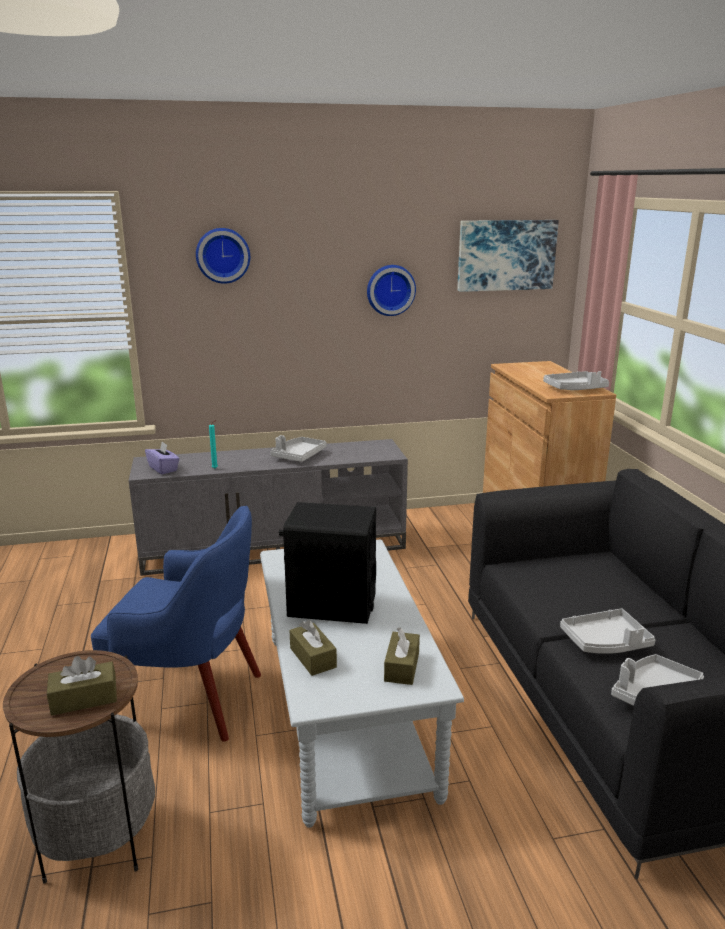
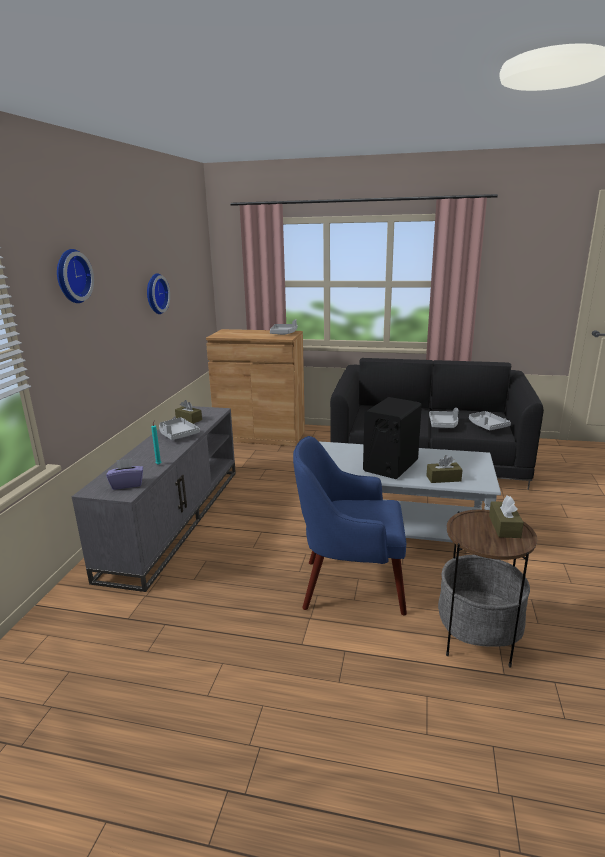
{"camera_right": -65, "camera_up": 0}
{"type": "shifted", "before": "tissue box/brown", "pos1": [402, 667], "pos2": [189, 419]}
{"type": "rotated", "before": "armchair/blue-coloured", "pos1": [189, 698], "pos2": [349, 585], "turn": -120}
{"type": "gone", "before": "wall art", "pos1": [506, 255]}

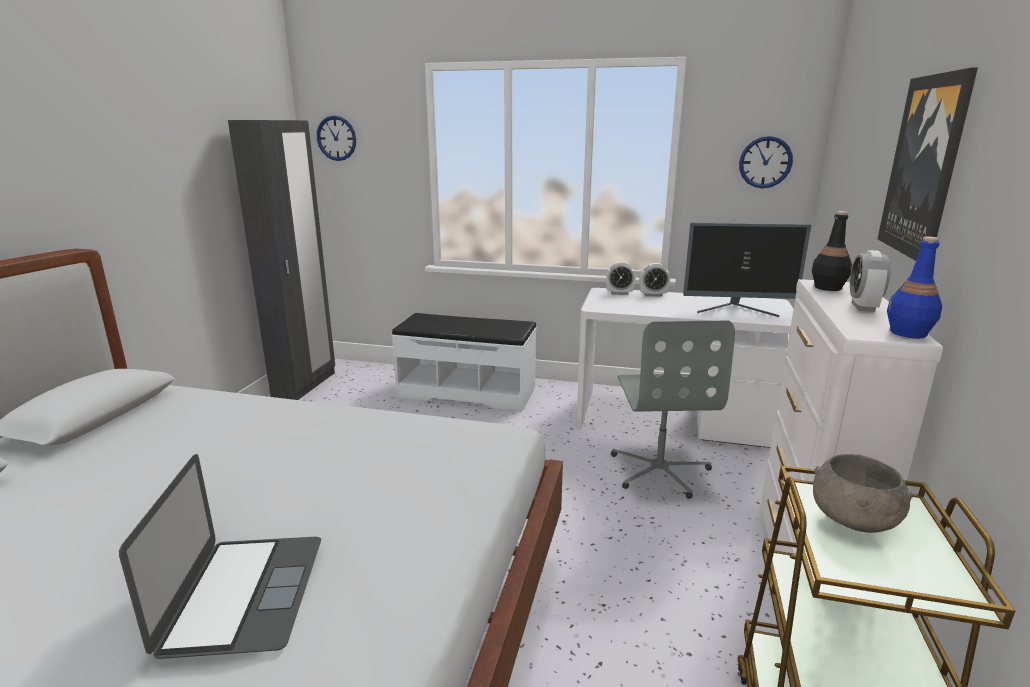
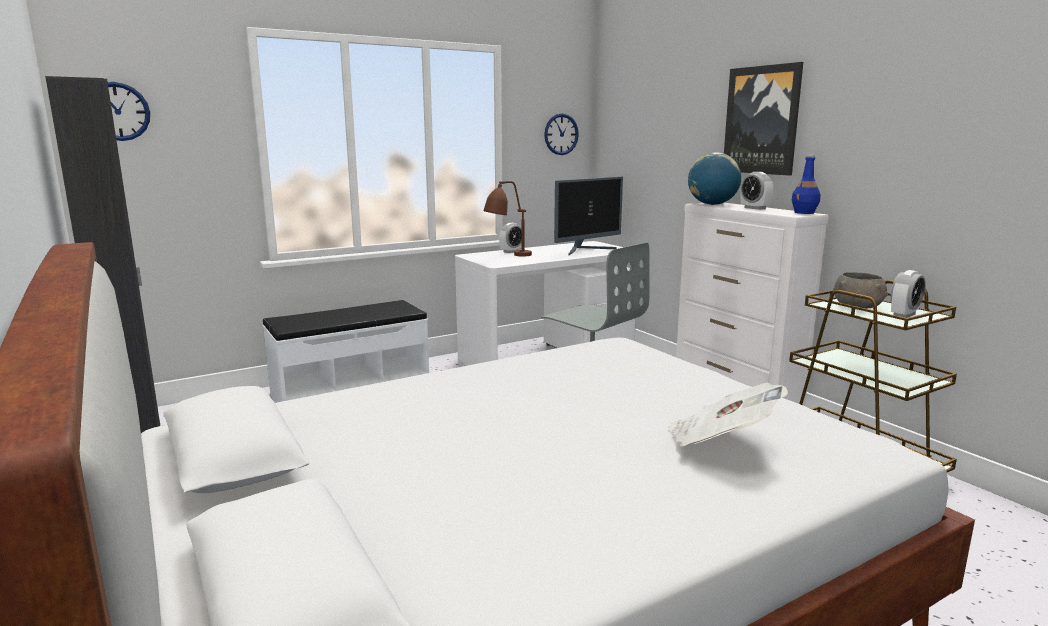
{"camera_right": -45, "camera_up": -5}
{"type": "new", "after": "lamp for a table/brown", "pos2": [507, 257]}
{"type": "swapped", "before": "notebook computer", "after": "daily paper", "pos1": [244, 593], "pos2": [720, 441]}
{"type": "swapped", "before": "beverage bottle/black", "after": "world globe", "pos1": [828, 287], "pos2": [712, 204]}
{"type": "shifted", "before": "alarm clock", "pos1": [619, 293], "pos2": [904, 315]}

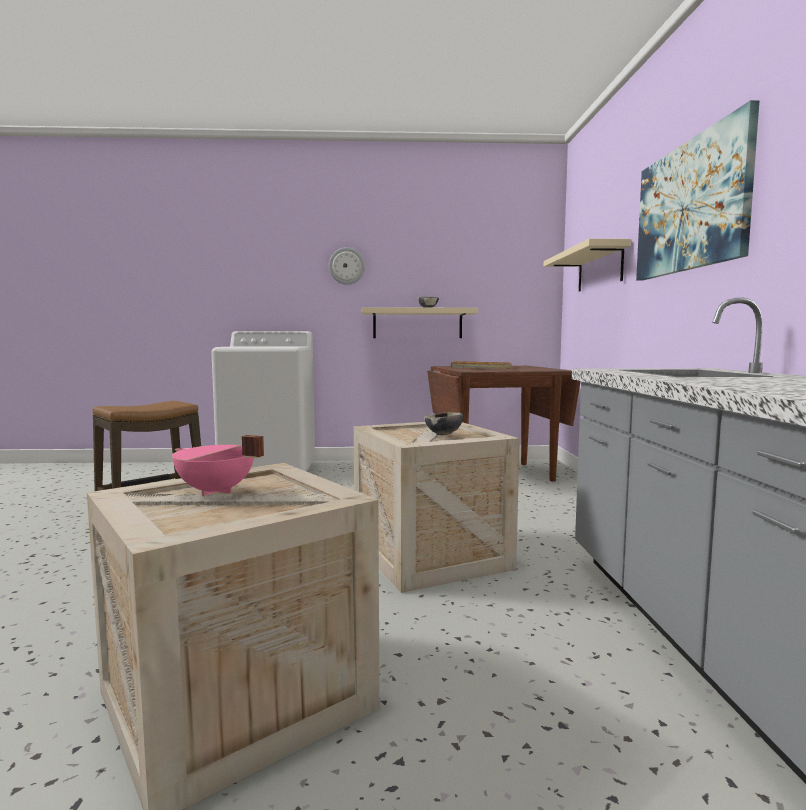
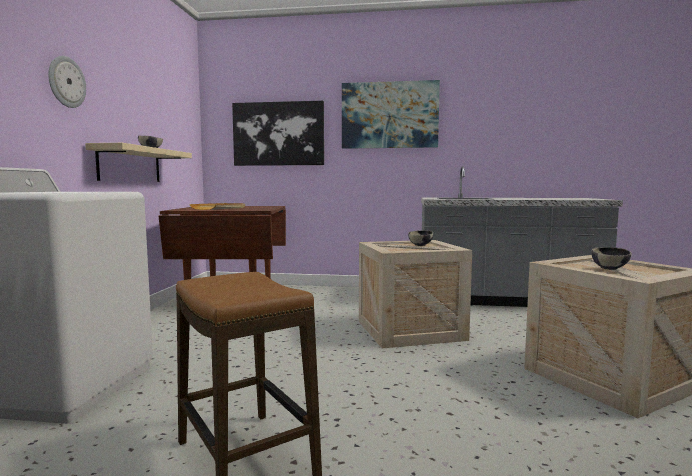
{"camera_right": -80, "camera_up": 0}
{"type": "swapped", "before": "wall shelf/beige-coloured", "after": "wall art", "pos1": [599, 269], "pos2": [278, 134]}
{"type": "swapped", "before": "saucepot/pinkish", "after": "bowl", "pos1": [215, 491], "pos2": [610, 268]}

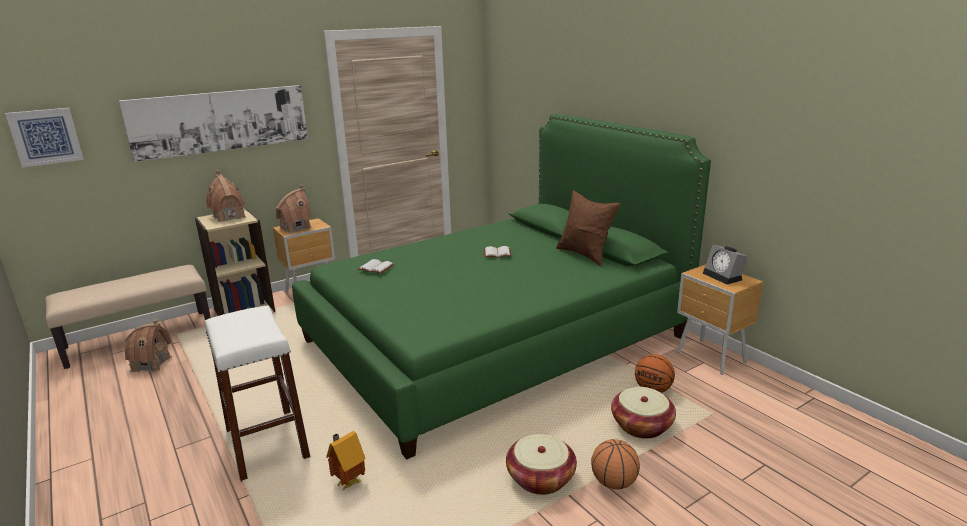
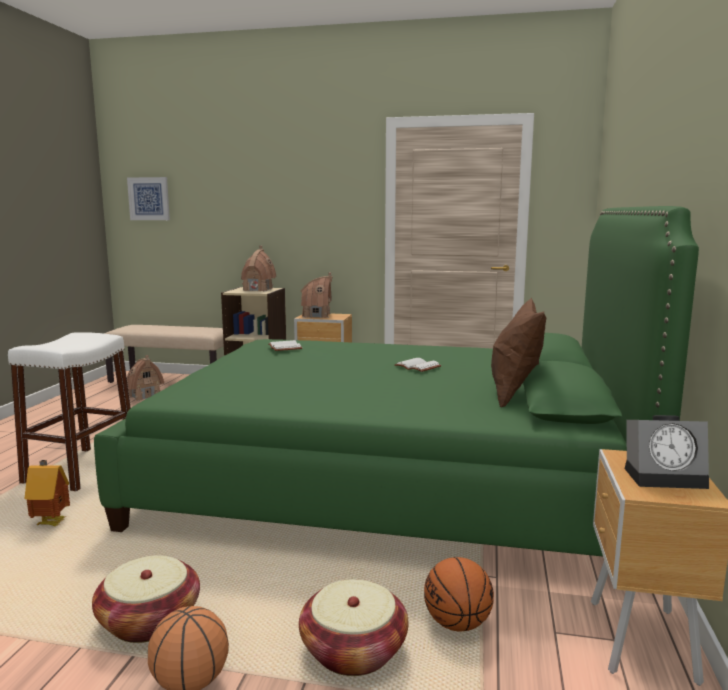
{"camera_right": 45, "camera_up": -10}
{"type": "rotated", "before": "alarm clock", "pos1": [724, 276], "pos2": [666, 476], "turn": -105}
{"type": "gone", "before": "wall art", "pos1": [220, 121]}

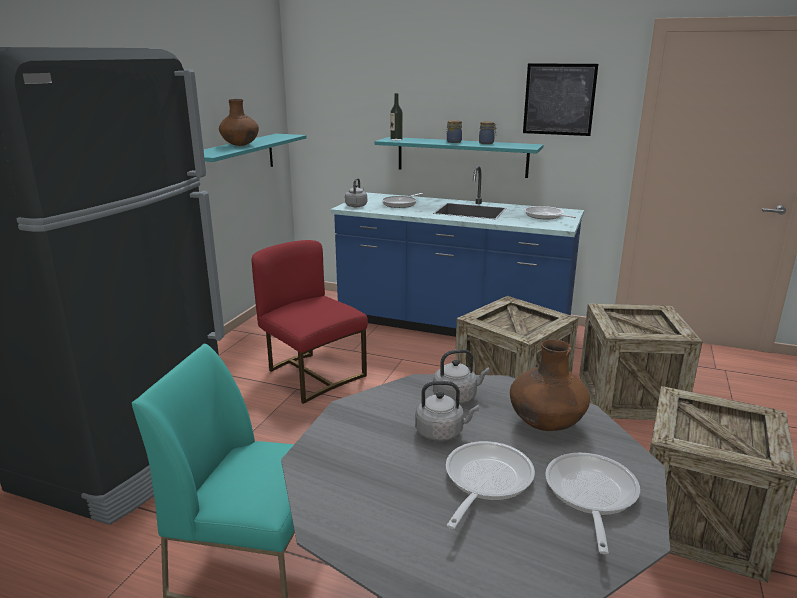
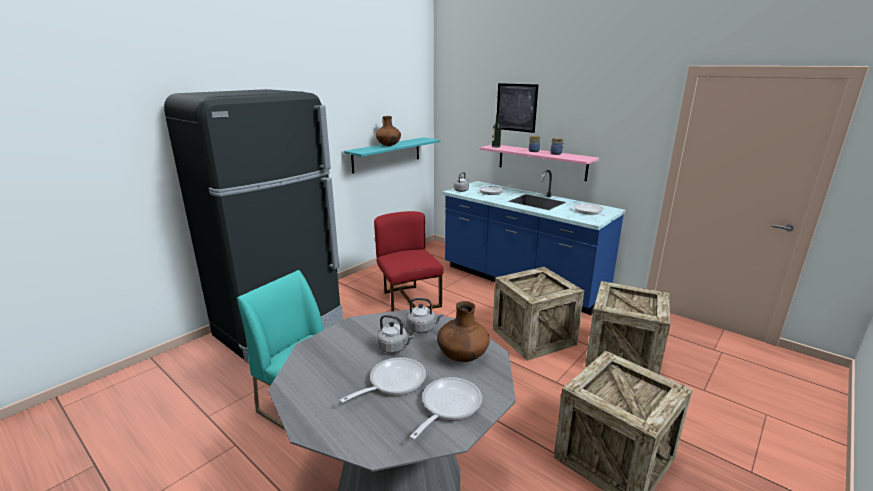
{"camera_right": 20, "camera_up": 0}
{"type": "repainted", "before": "wall shelf/blue-green", "after": "wall shelf/pinkish", "pos1": [461, 157], "pos2": [541, 162]}
{"type": "shifted", "before": "wall art", "pos1": [559, 99], "pos2": [516, 107]}

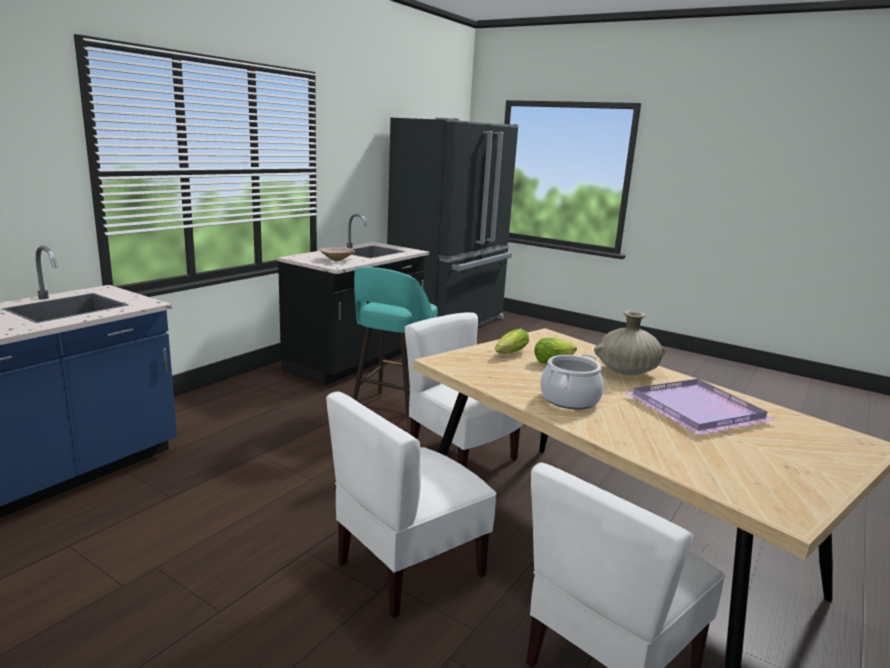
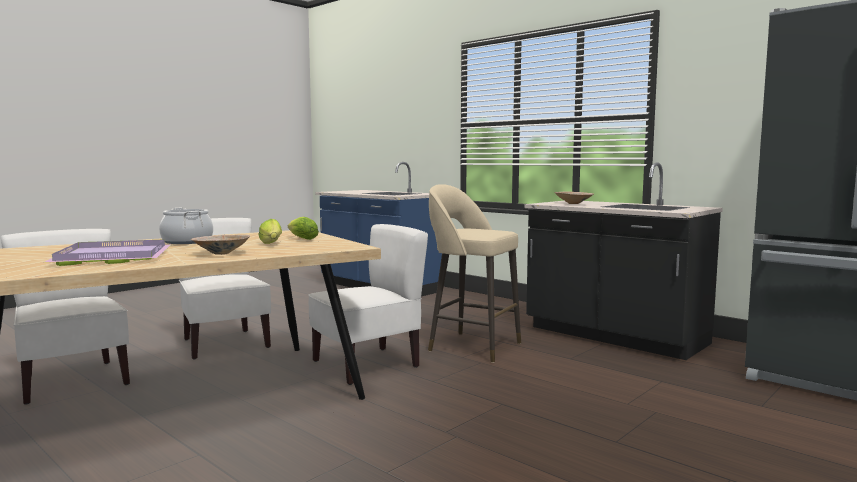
{"camera_right": 100, "camera_up": -10}
{"type": "swapped", "before": "vase/beige-coloured", "after": "bowl/beige-coloured", "pos1": [627, 372], "pos2": [221, 253]}
{"type": "repainted", "before": "stool seat/blue-green", "after": "stool seat/beige-coloured", "pos1": [392, 411], "pos2": [472, 346]}

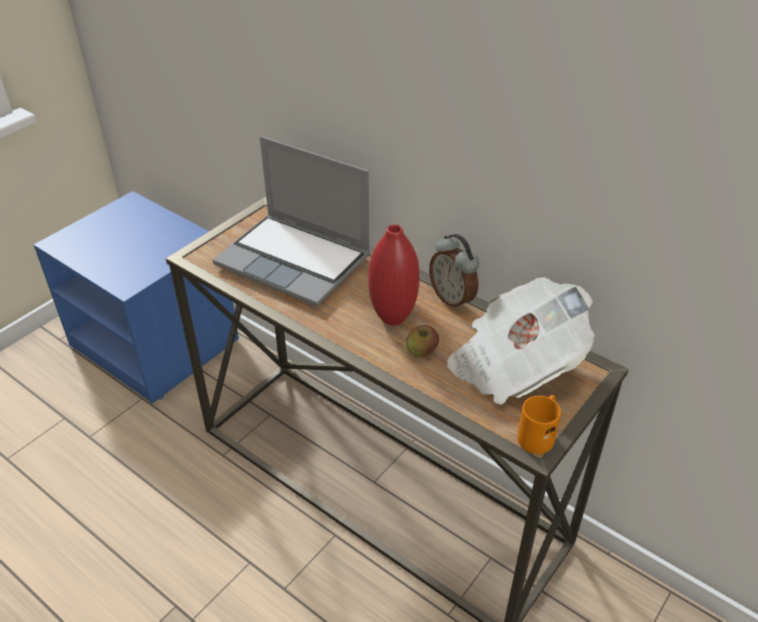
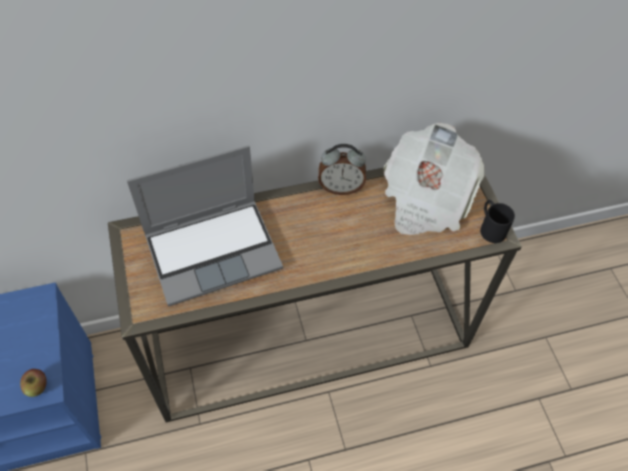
{"camera_right": -55, "camera_up": 15}
{"type": "shifted", "before": "apple", "pos1": [422, 351], "pos2": [37, 387]}
{"type": "repainted", "before": "coffee mug/orange", "after": "coffee mug/black", "pos1": [538, 434], "pos2": [490, 227]}
{"type": "gone", "before": "vase/red-coloured", "pos1": [393, 317]}

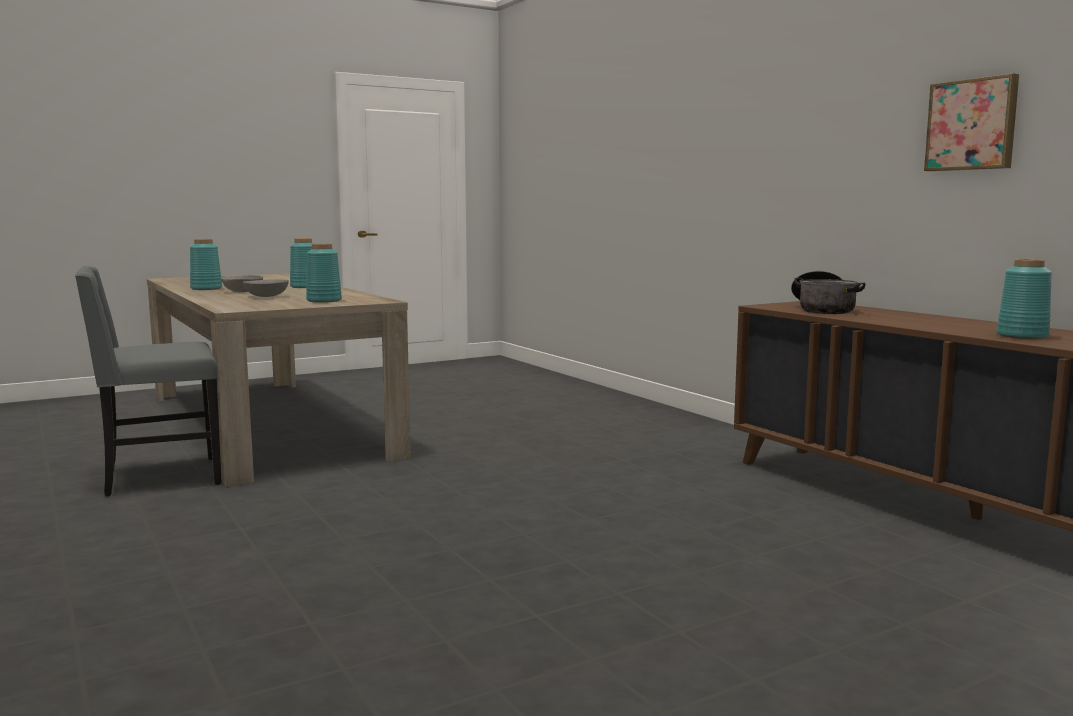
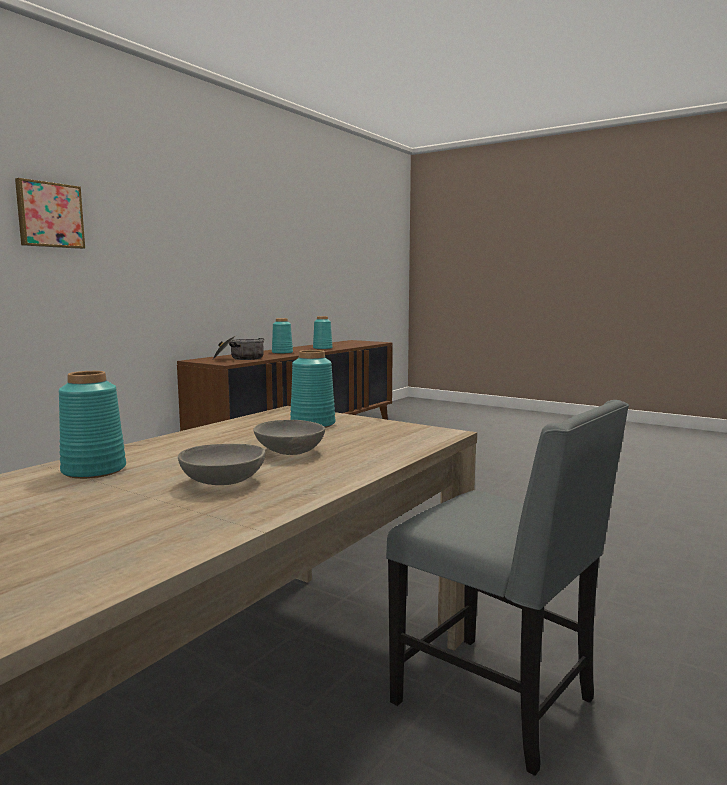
{"camera_right": -115, "camera_up": 0}
{"type": "shifted", "before": "wall art", "pos1": [972, 125], "pos2": [49, 215]}
{"type": "shifted", "before": "vase/blue-green", "pos1": [206, 289], "pos2": [282, 353]}

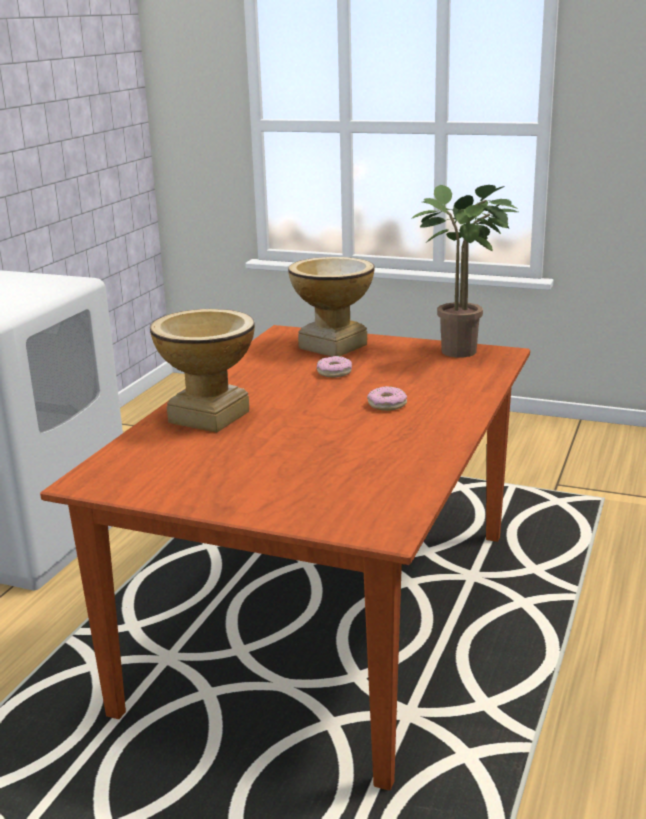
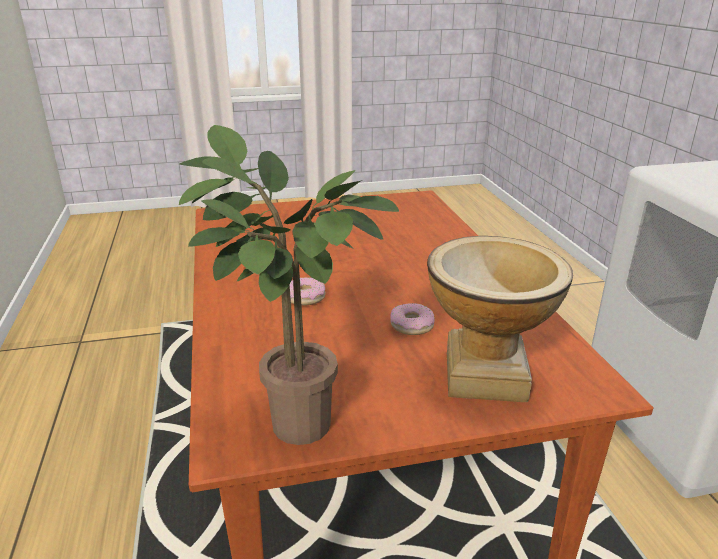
{"camera_right": 145, "camera_up": 5}
{"type": "gone", "before": "vase", "pos1": [210, 417]}

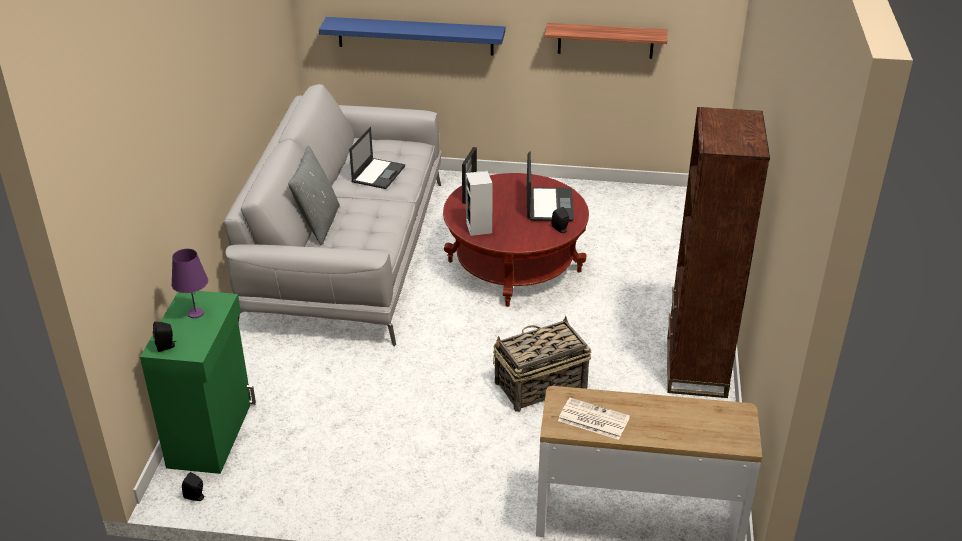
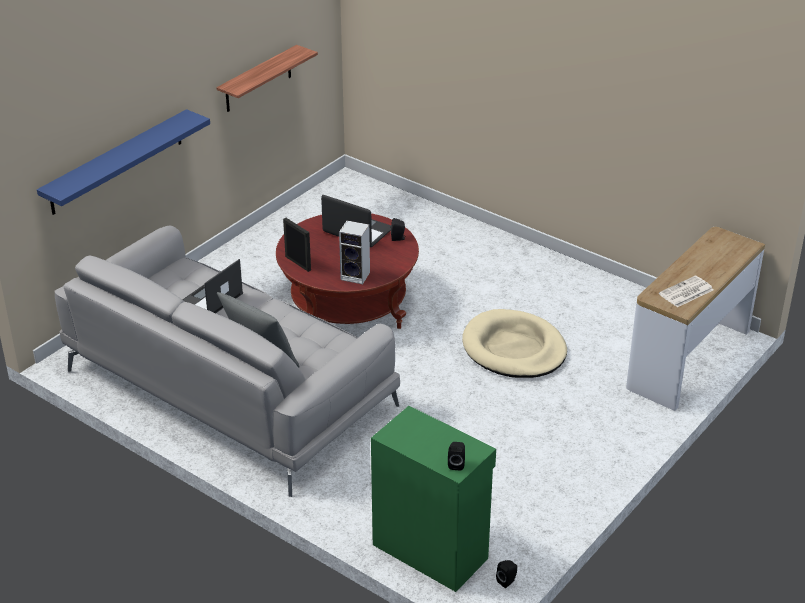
{"camera_right": -60, "camera_up": 0}
{"type": "rotated", "before": "notebook computer", "pos1": [378, 173], "pos2": [210, 299], "turn": -105}
{"type": "swapped", "before": "basket", "after": "pet bed/beige-coloured", "pos1": [539, 385], "pos2": [514, 349]}
{"type": "gone", "before": "lamp for a table/purplish", "pos1": [195, 313]}
{"type": "gone", "before": "bookcase/brown", "pos1": [696, 367]}

